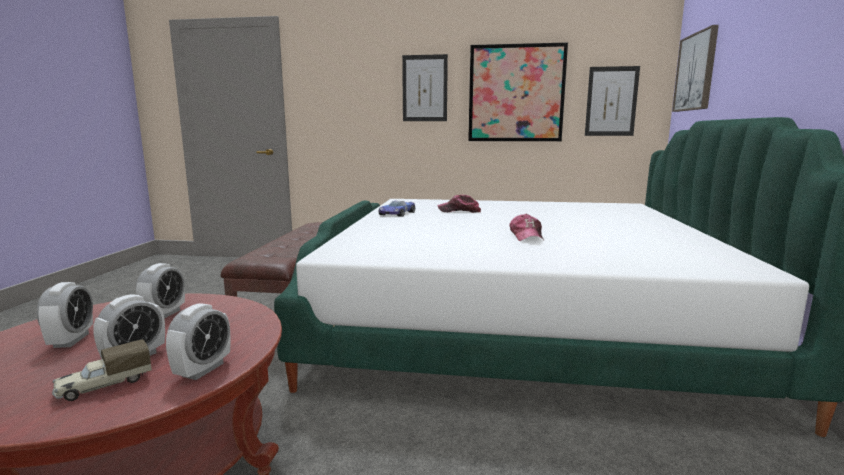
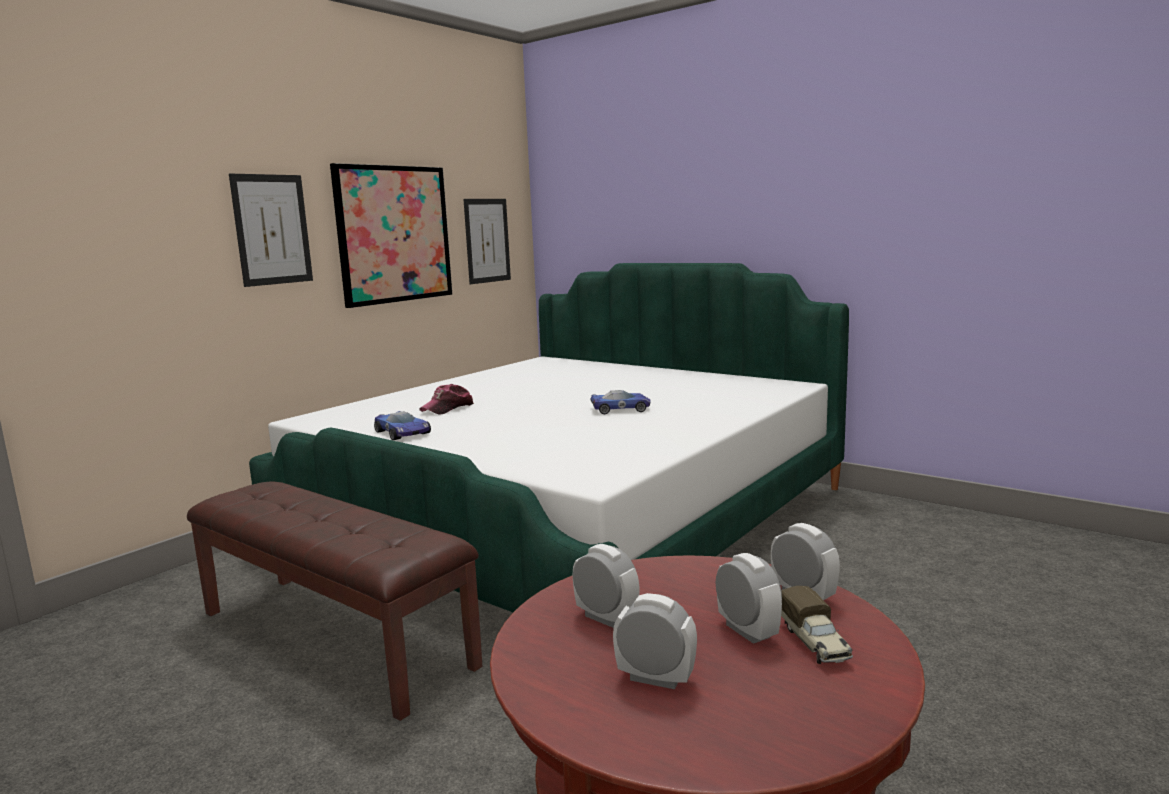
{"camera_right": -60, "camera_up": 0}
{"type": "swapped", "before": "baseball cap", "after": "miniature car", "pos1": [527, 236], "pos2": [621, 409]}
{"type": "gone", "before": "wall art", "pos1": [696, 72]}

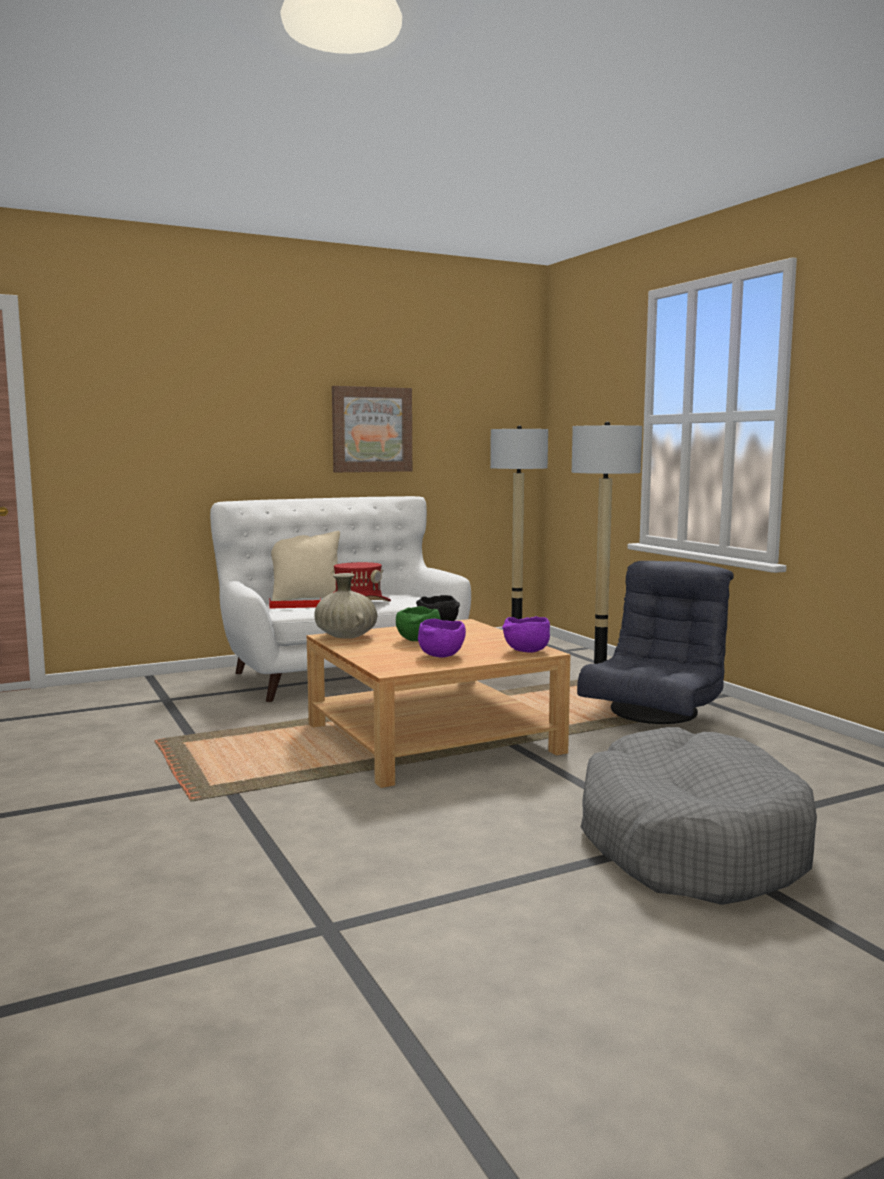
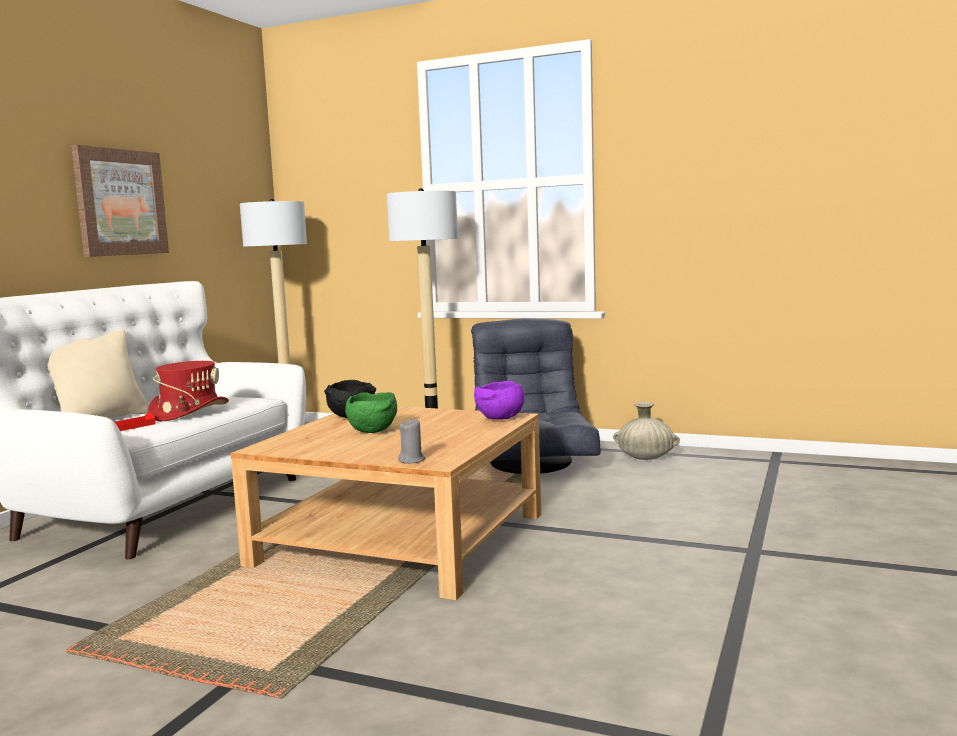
{"camera_right": -40, "camera_up": 0}
{"type": "new", "after": "candle/grey", "pos2": [412, 460]}
{"type": "shifted", "before": "vase/beige-coloured", "pos1": [346, 637], "pos2": [645, 458]}
{"type": "gone", "before": "bowl/purplish", "pos1": [442, 656]}
{"type": "gone", "before": "pet bed/grey", "pos1": [690, 843]}

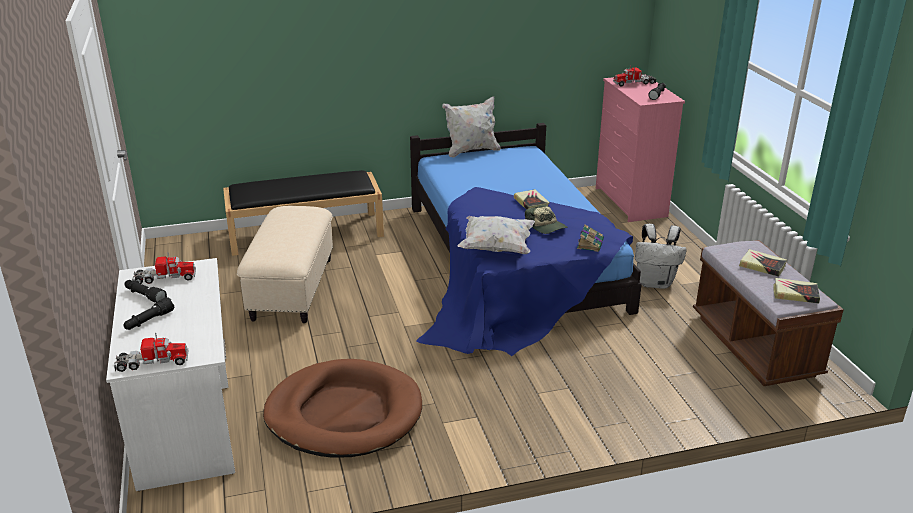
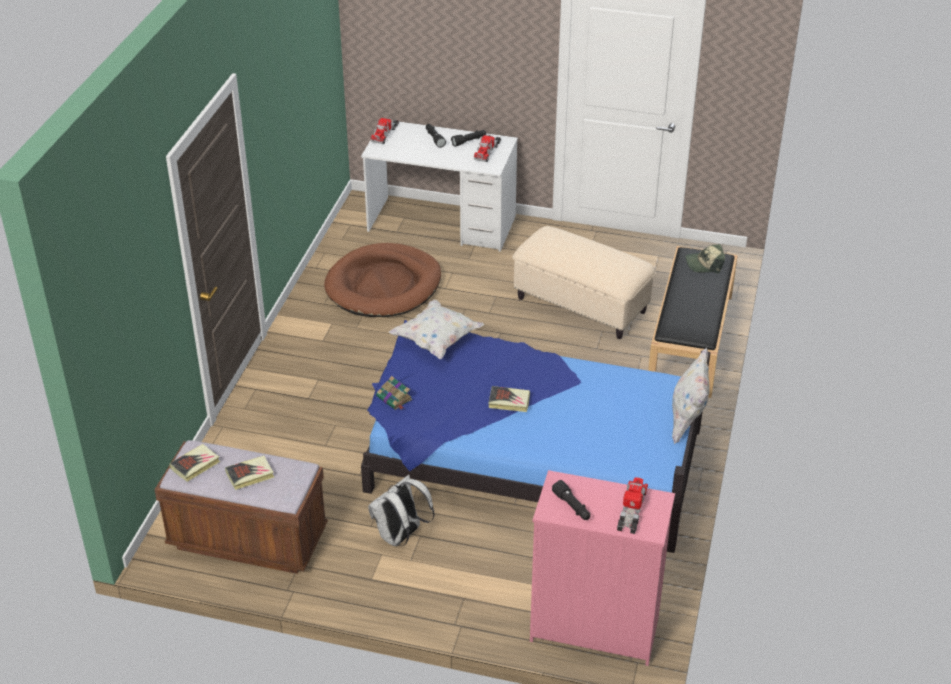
{"camera_right": 120, "camera_up": 10}
{"type": "shifted", "before": "baseball cap", "pos1": [546, 227], "pos2": [704, 264]}

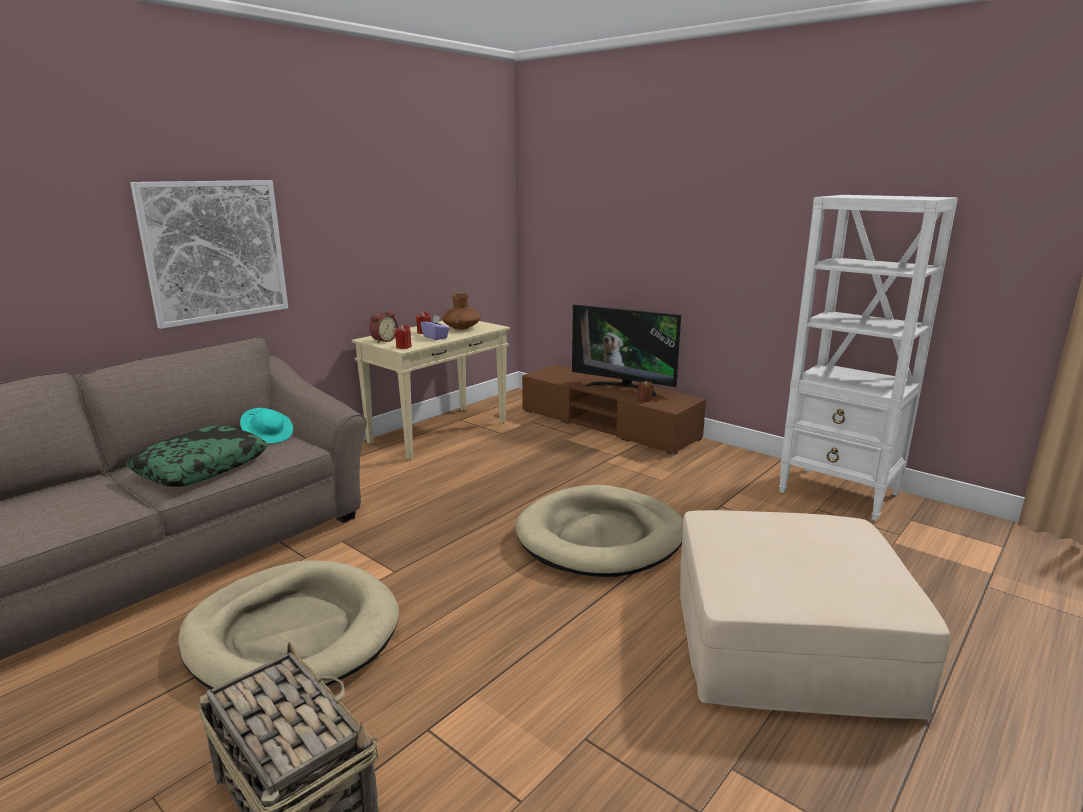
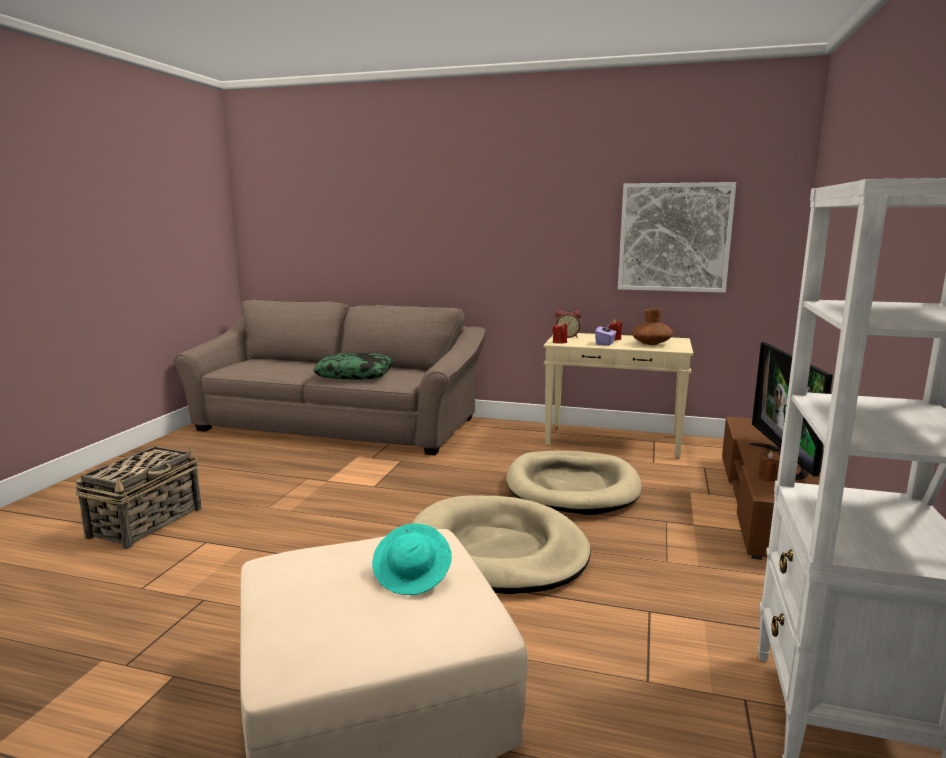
{"camera_right": 65, "camera_up": -5}
{"type": "shifted", "before": "hat/blue-green", "pos1": [268, 436], "pos2": [413, 575]}
{"type": "shifted", "before": "pet bed/beige-coloured", "pos1": [292, 634], "pos2": [572, 487]}
{"type": "shifted", "before": "wall art", "pos1": [215, 251], "pos2": [674, 237]}

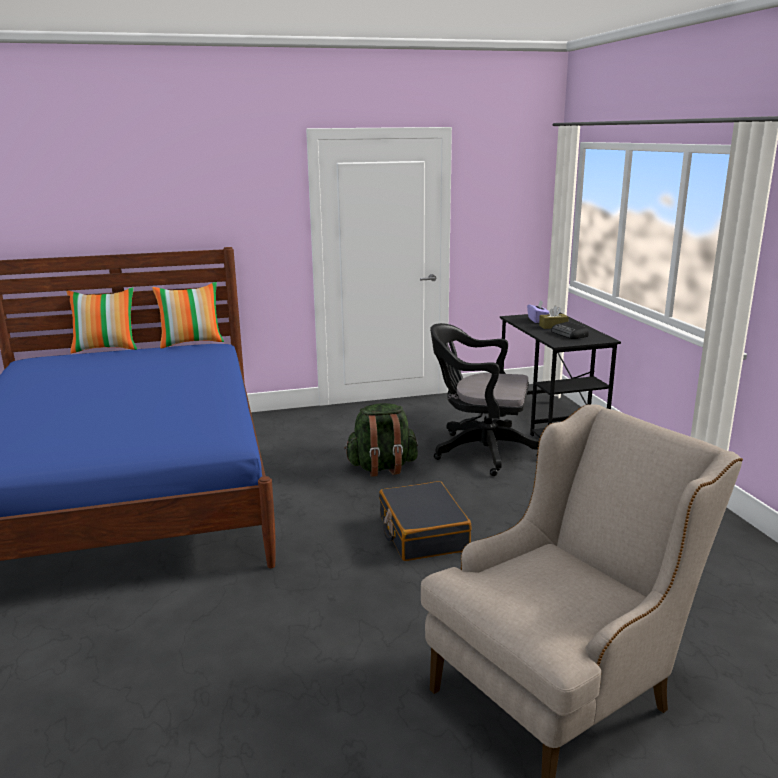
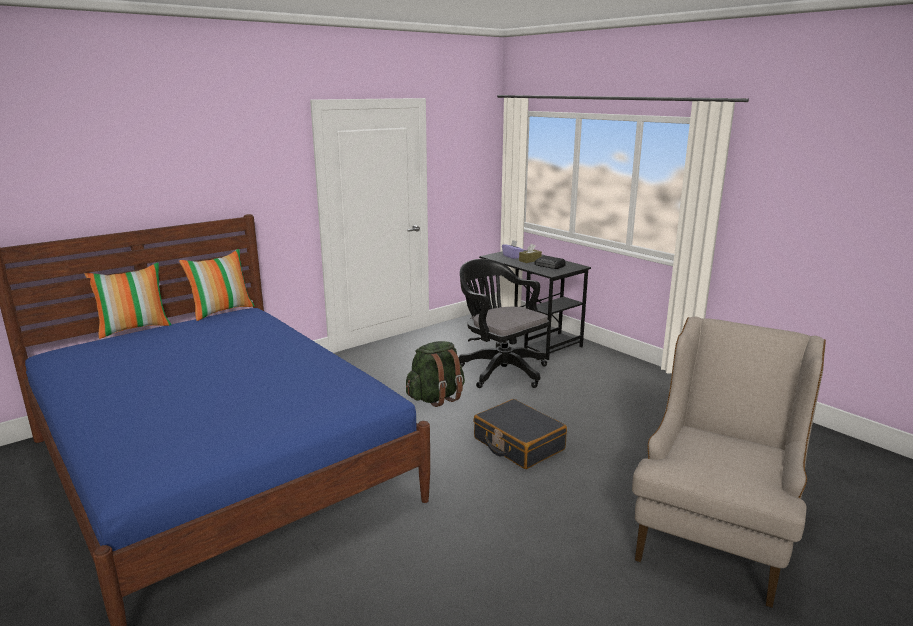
{"camera_right": -25, "camera_up": 0}
{"type": "rotated", "before": "computer chair/black", "pos1": [480, 451], "pos2": [500, 370], "turn": 60}

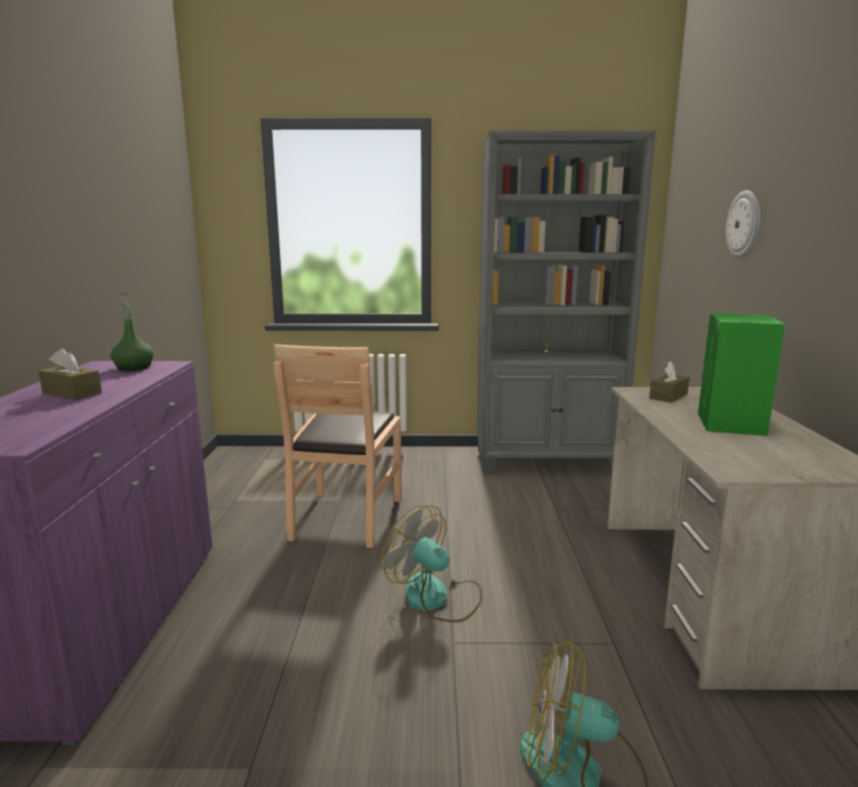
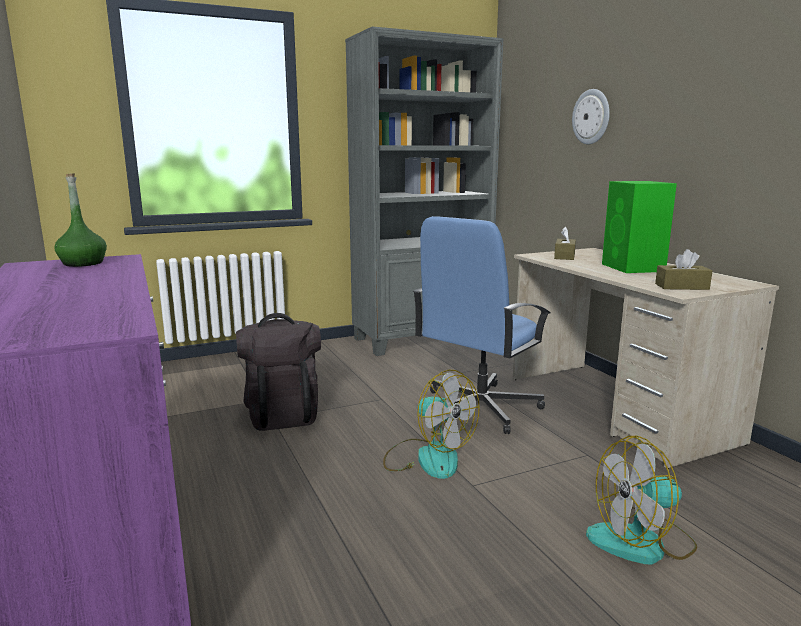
{"camera_right": -25, "camera_up": 0}
{"type": "swapped", "before": "chair/brown", "after": "backpack/black", "pos1": [345, 517], "pos2": [282, 413]}
{"type": "rotated", "before": "fan", "pos1": [436, 598], "pos2": [428, 457], "turn": -150}
{"type": "new", "after": "computer chair/blue-coloured", "pos2": [479, 408]}
{"type": "shifted", "before": "tissue box/brown", "pos1": [72, 393], "pos2": [681, 287]}

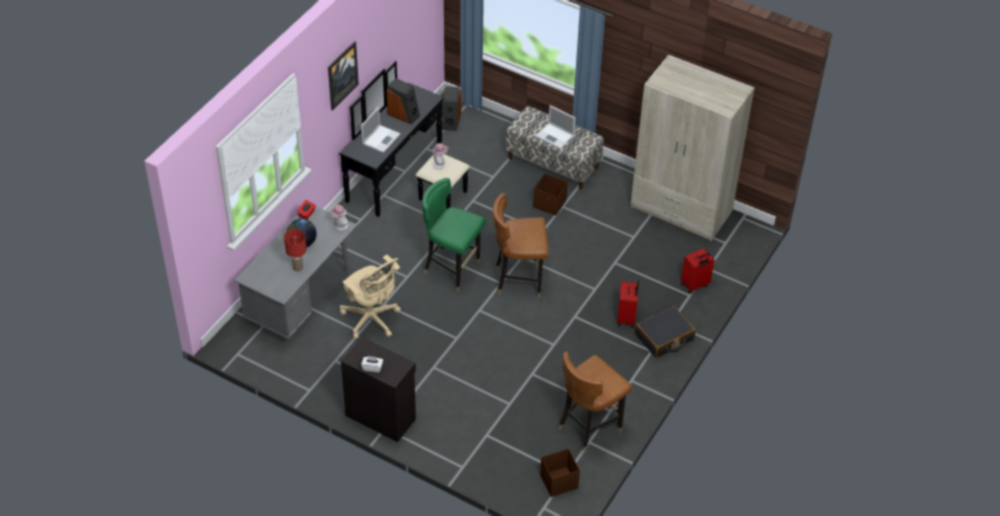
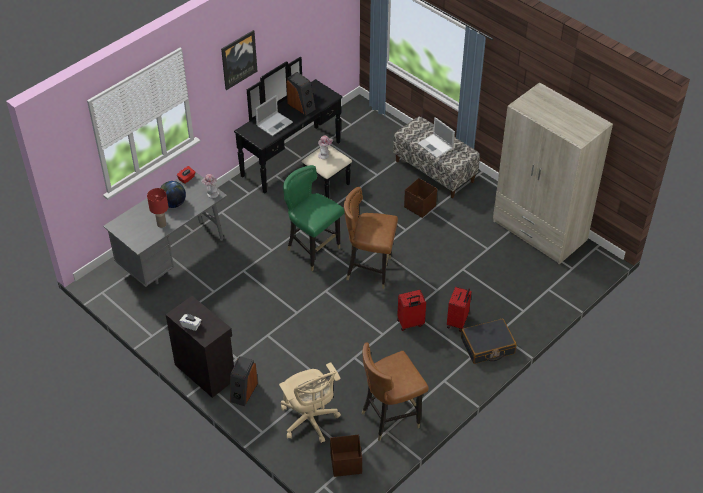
{"camera_right": 15, "camera_up": 0}
{"type": "shifted", "before": "speaker", "pos1": [451, 121], "pos2": [243, 392]}
{"type": "shifted", "before": "computer chair/beige-coloured", "pos1": [372, 319], "pos2": [310, 420]}
{"type": "shifted", "before": "travel case/red-coloured", "pos1": [695, 285], "pos2": [410, 323]}

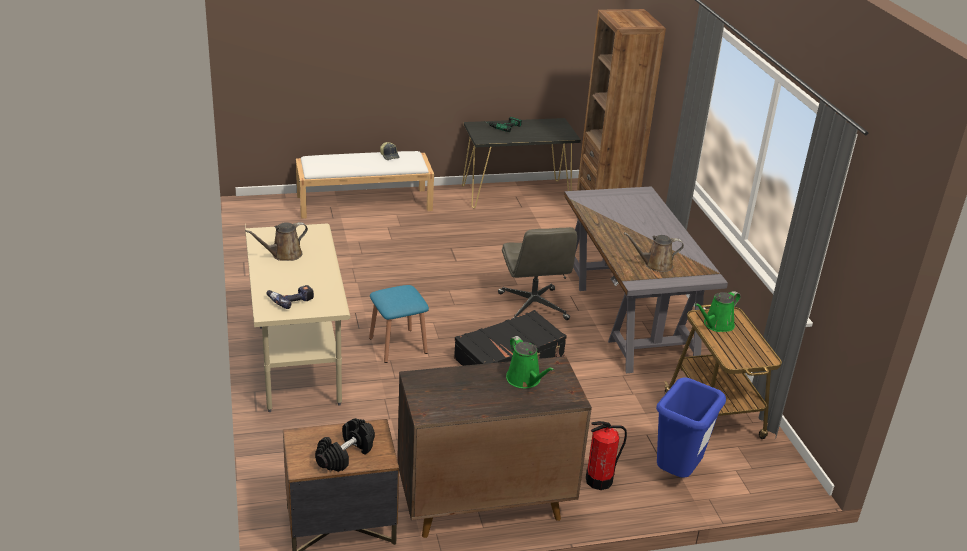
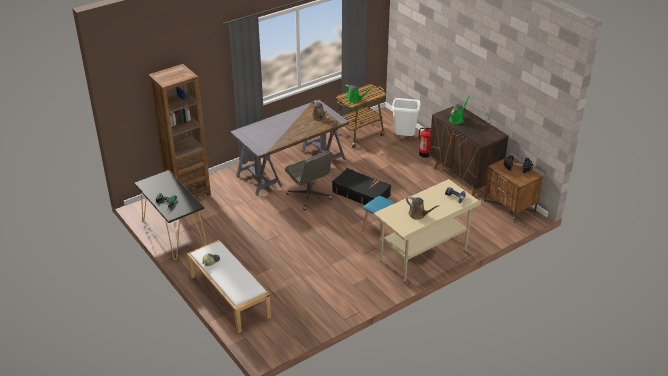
{"camera_right": -110, "camera_up": 5}
{"type": "rotated", "before": "computer chair/grey", "pos1": [533, 307], "pos2": [309, 197], "turn": 90}
{"type": "repainted", "before": "rubbish bin/blue-coloured", "after": "rubbish bin/white", "pos1": [676, 474], "pos2": [404, 138]}

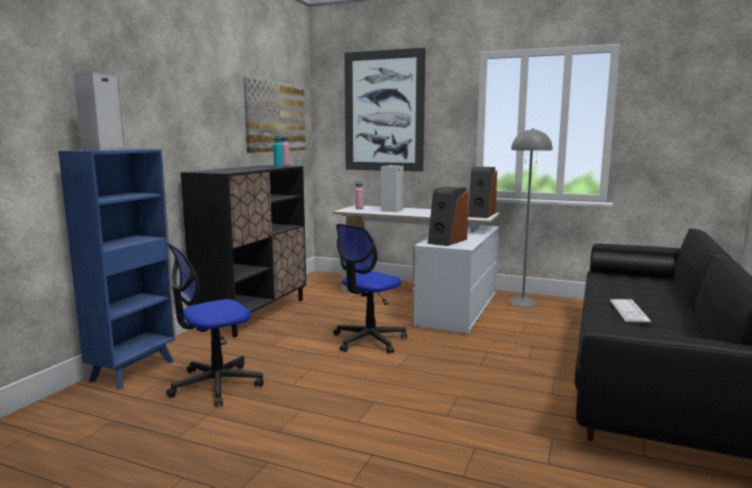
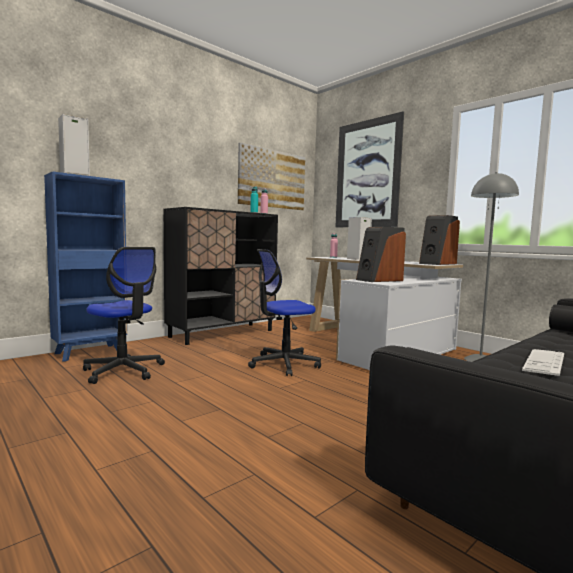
{"camera_right": 25, "camera_up": -5}
{"type": "rotated", "before": "computer chair", "pos1": [215, 384], "pos2": [123, 371], "turn": -135}

